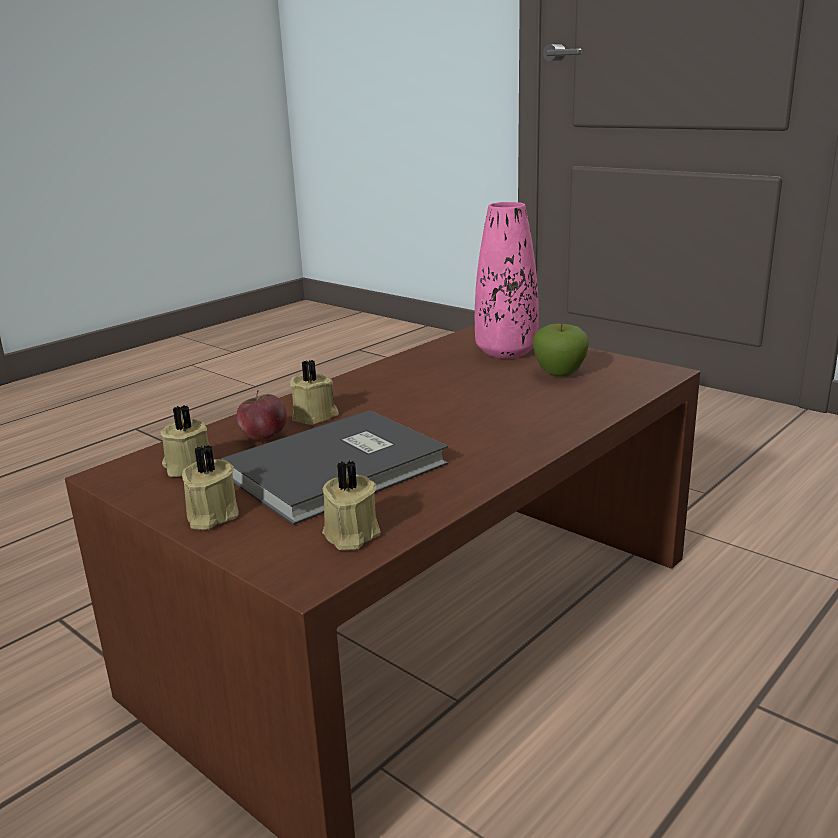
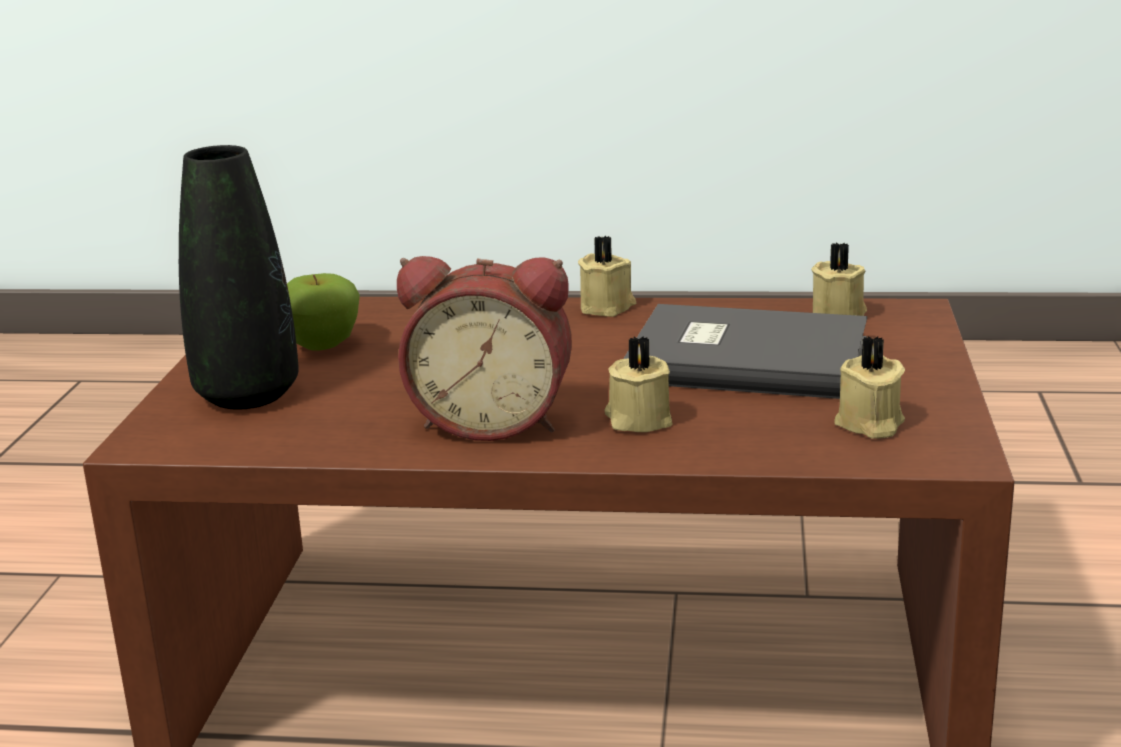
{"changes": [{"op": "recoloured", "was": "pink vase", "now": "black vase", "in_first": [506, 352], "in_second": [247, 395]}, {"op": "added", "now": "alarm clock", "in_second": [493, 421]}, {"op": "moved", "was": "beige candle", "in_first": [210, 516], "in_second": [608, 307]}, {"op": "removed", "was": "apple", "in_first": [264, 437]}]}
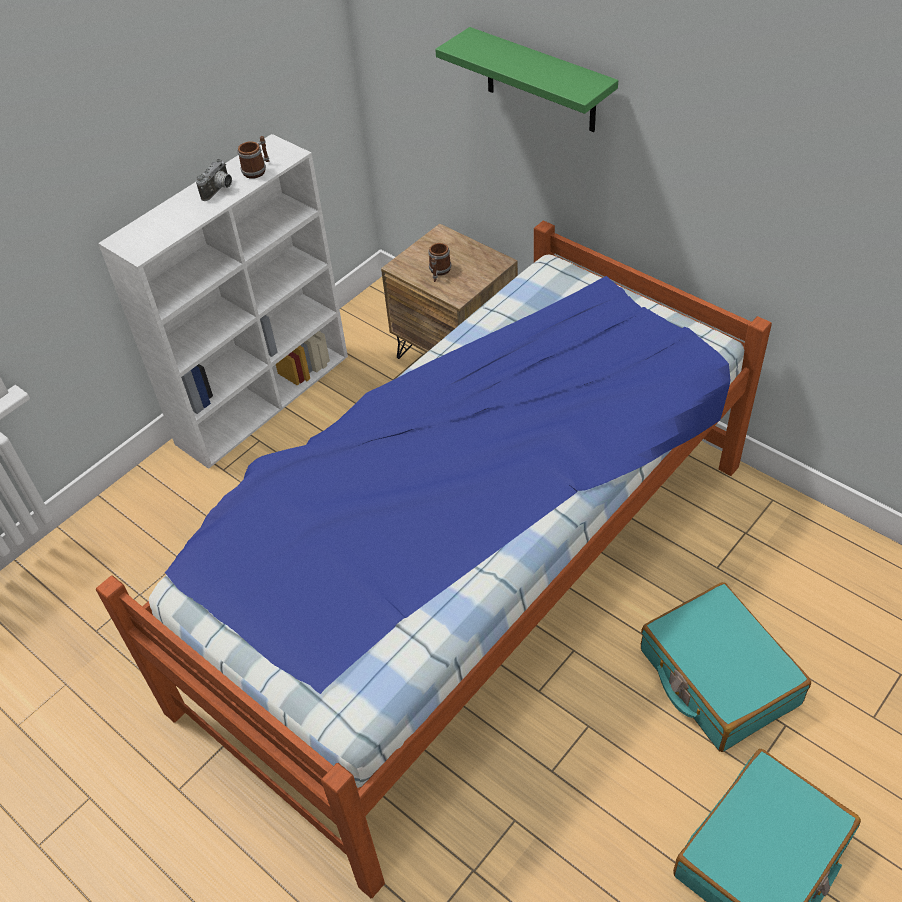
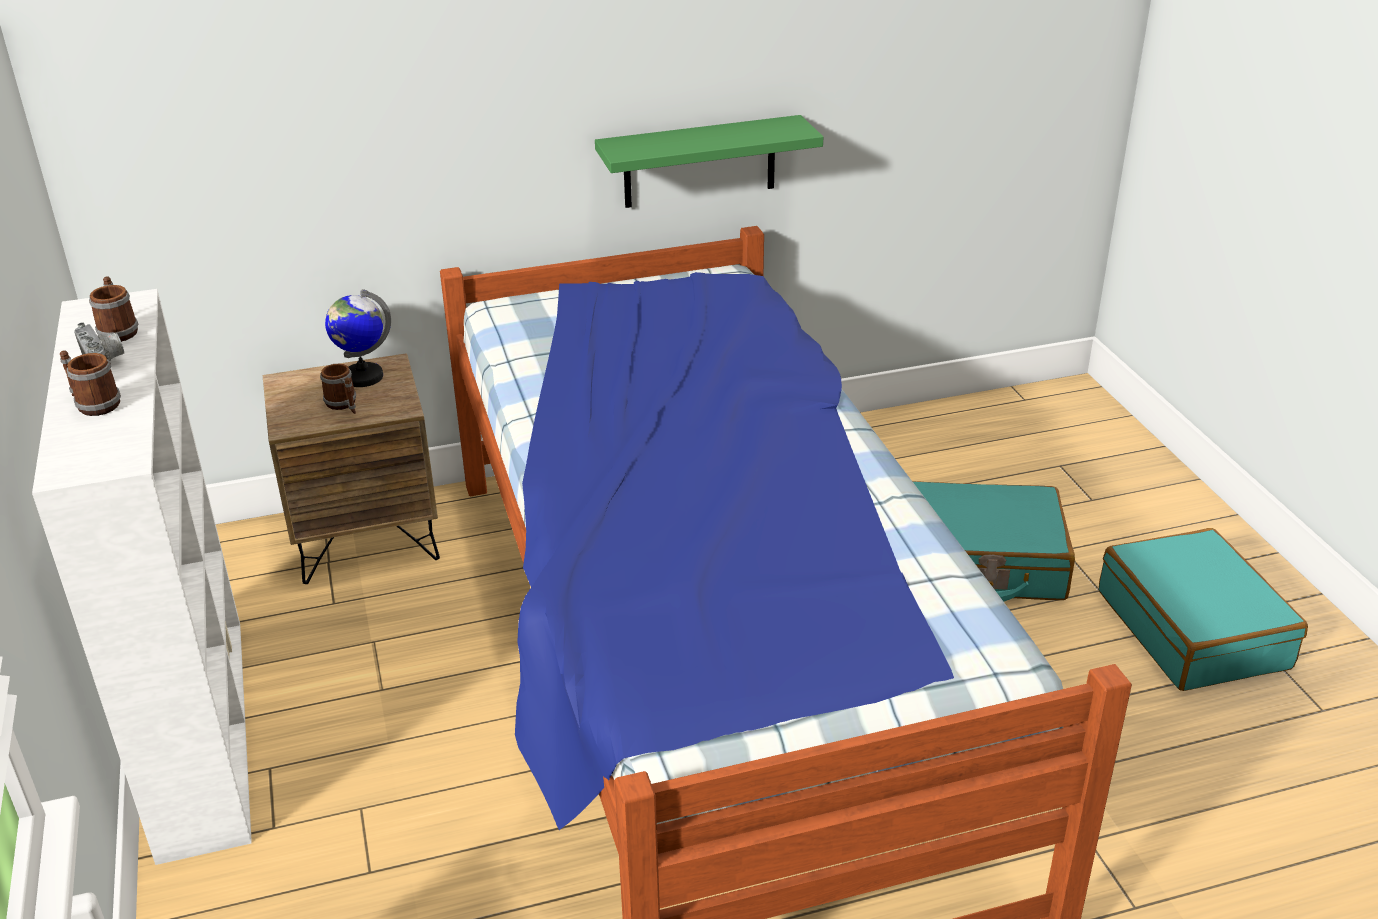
{"changes": [{"op": "added", "now": "mug", "in_second": [93, 404]}, {"op": "added", "now": "globe", "in_second": [362, 377]}, {"op": "moved", "was": "green shelf", "in_first": [540, 81], "in_second": [699, 162]}]}
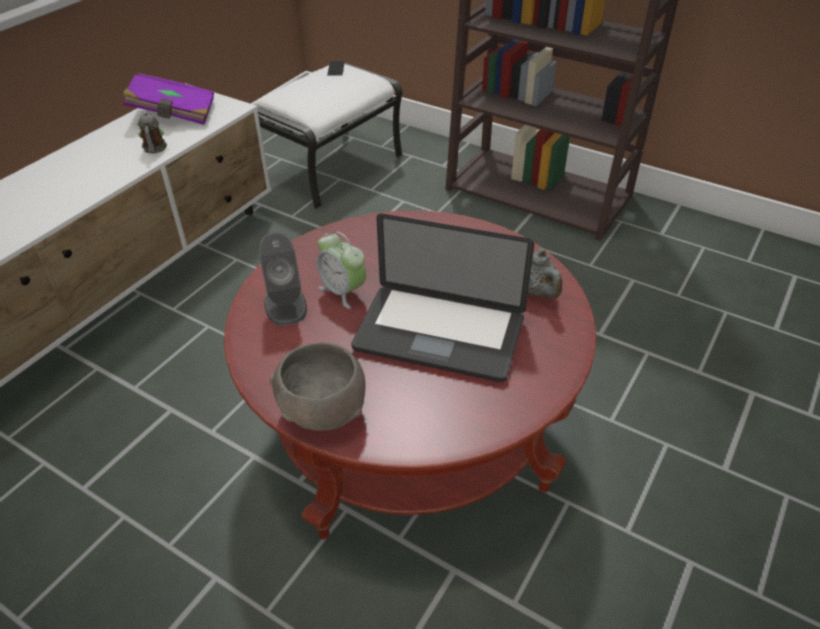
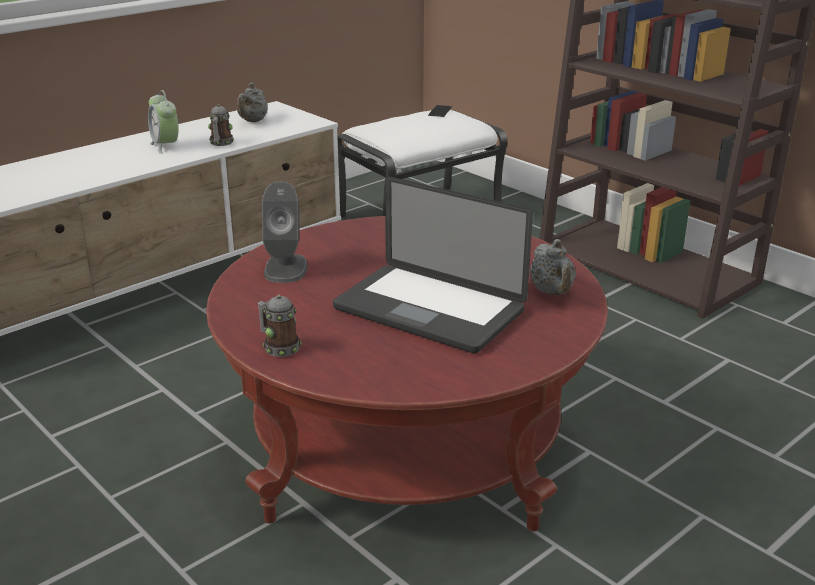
{"changes": [{"op": "moved", "was": "alarm clock", "in_first": [343, 291], "in_second": [165, 146]}, {"op": "replaced", "was": "purple book", "now": "grey teapot", "in_first": [174, 114], "in_second": [253, 121]}, {"op": "replaced", "was": "grey bowl", "now": "mug", "in_first": [322, 411], "in_second": [279, 347]}]}
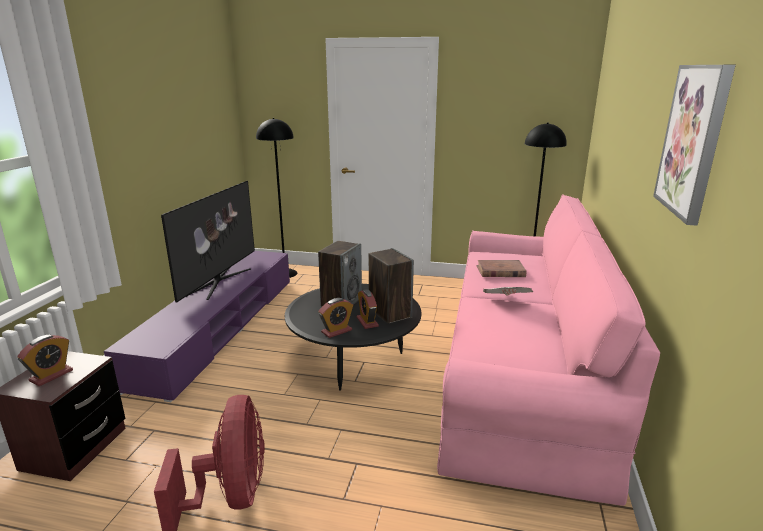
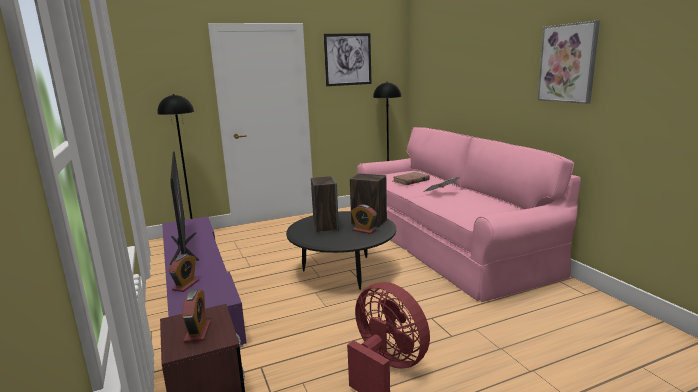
{"changes": [{"op": "moved", "was": "alarm clock", "in_first": [336, 331], "in_second": [185, 285]}, {"op": "added", "now": "picture", "in_second": [348, 59]}]}
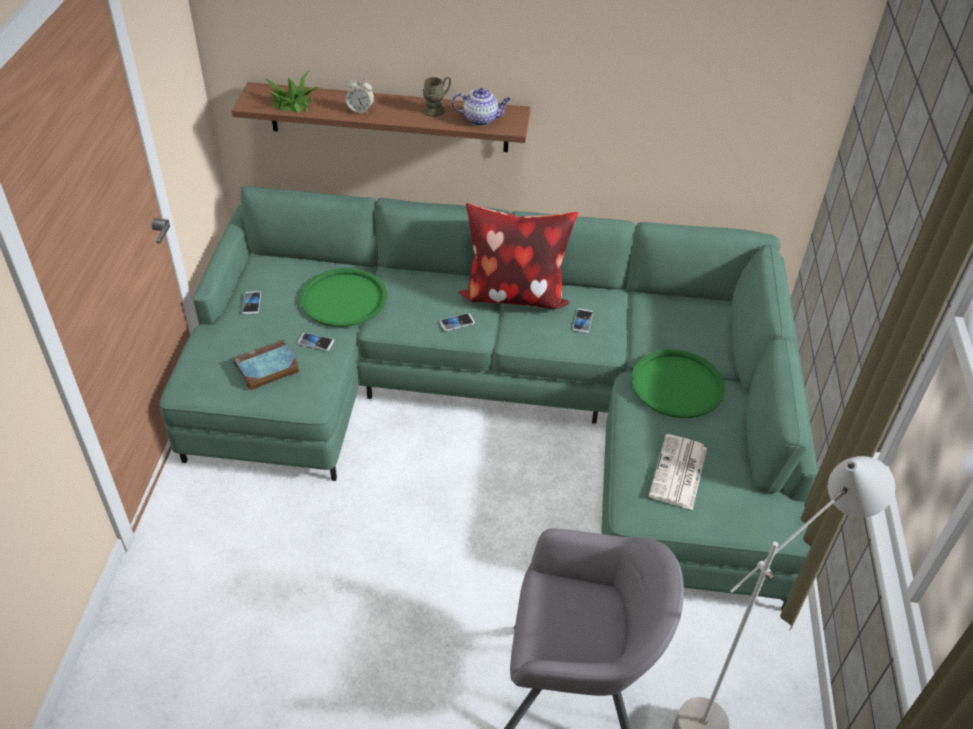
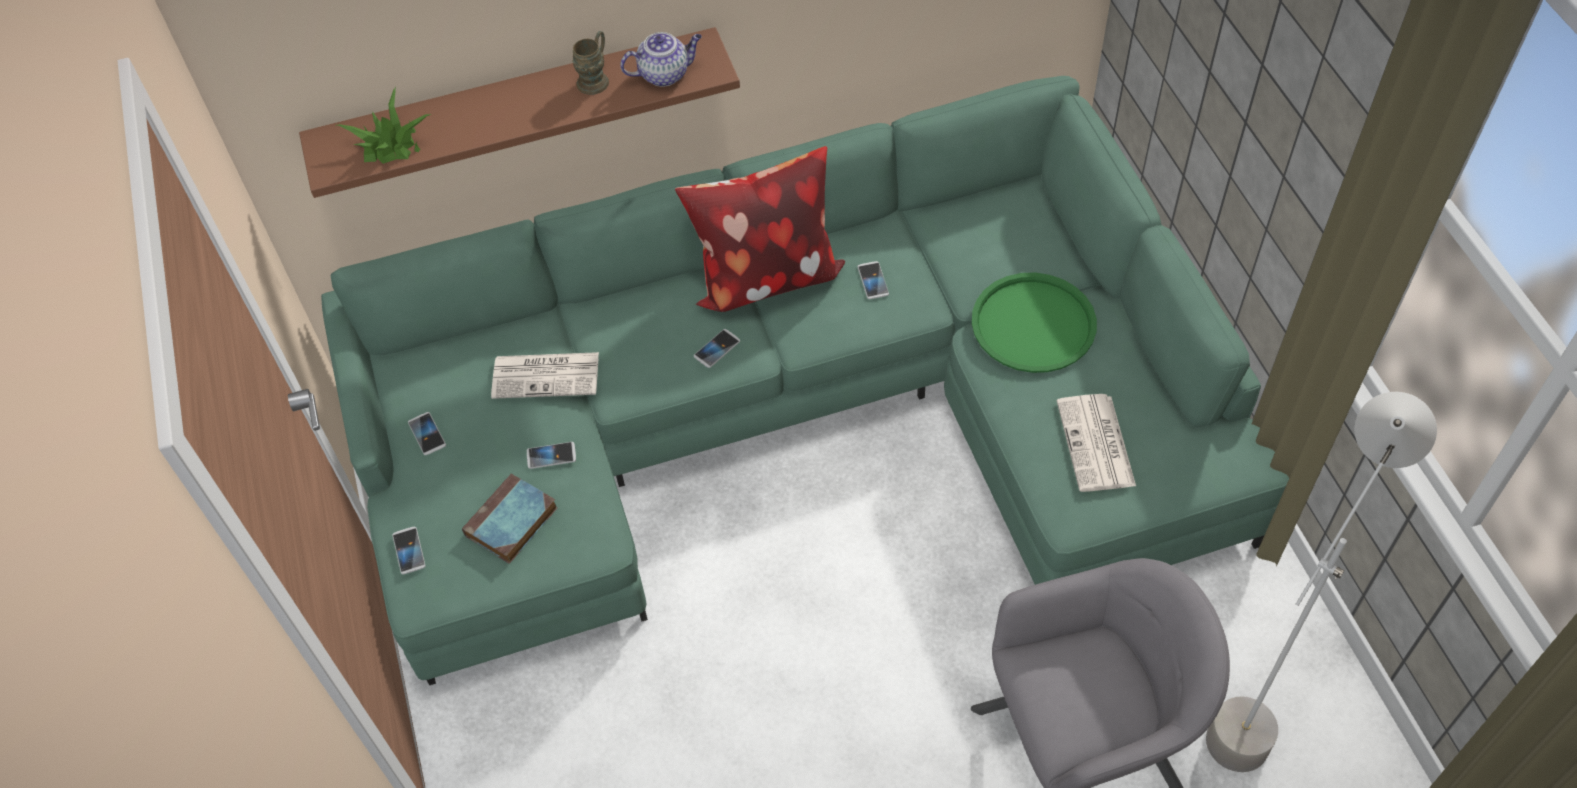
{"changes": [{"op": "added", "now": "phone", "in_second": [409, 551]}, {"op": "replaced", "was": "green tray", "now": "newspaper", "in_first": [343, 298], "in_second": [547, 375]}, {"op": "removed", "was": "alarm clock", "in_first": [360, 110]}]}
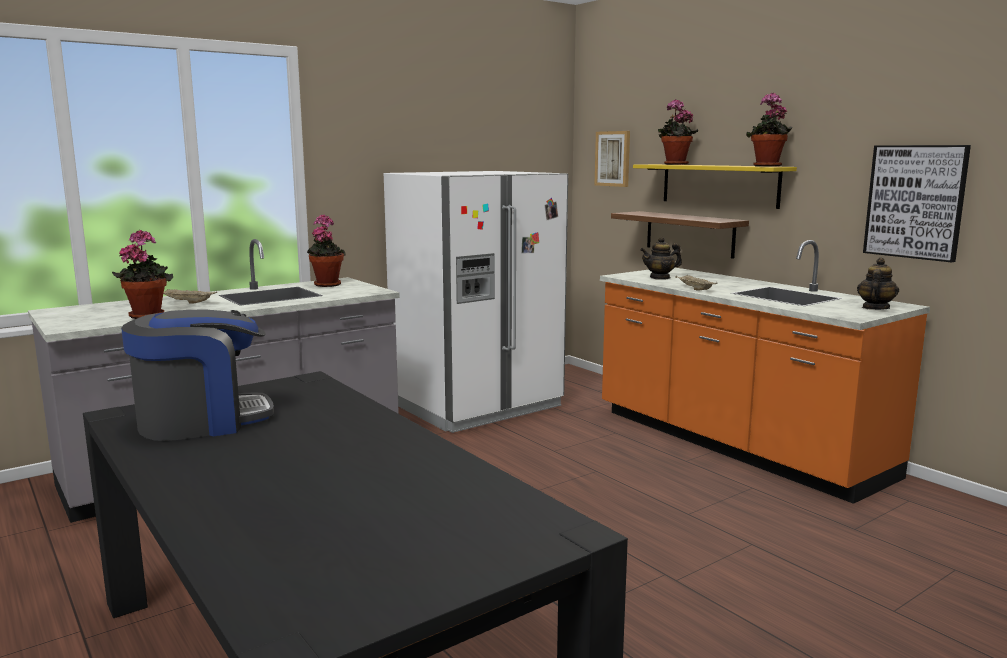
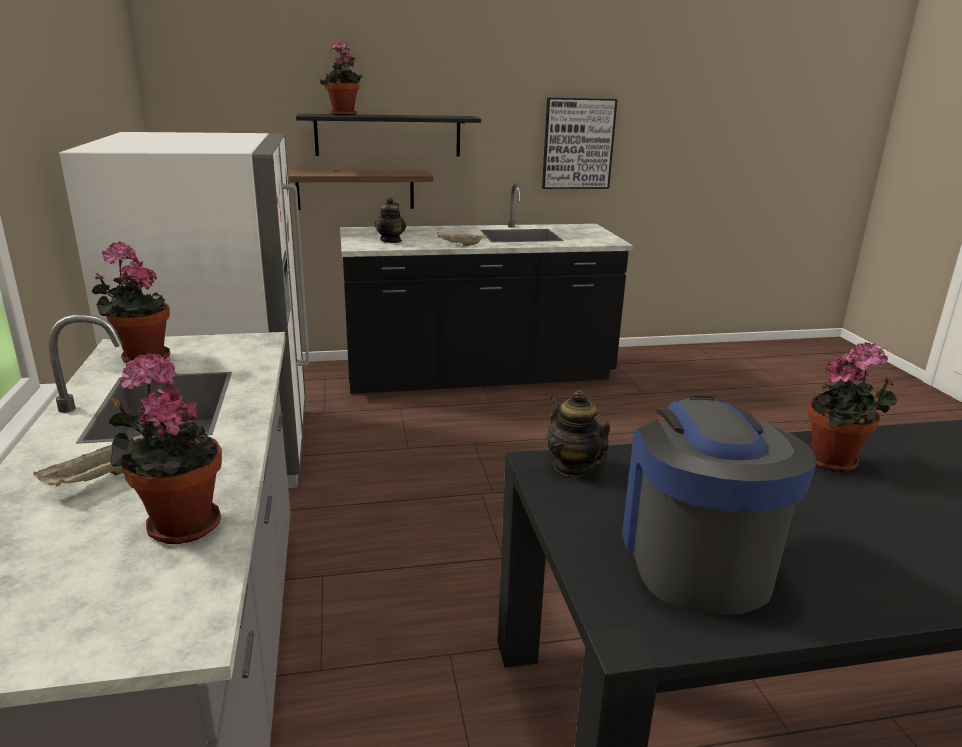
{"changes": [{"op": "recoloured", "was": "yellow shelf", "now": "black shelf", "in_first": [719, 185], "in_second": [388, 135]}, {"op": "recoloured", "was": "orange counter", "now": "black counter", "in_first": [735, 444], "in_second": [478, 374]}, {"op": "moved", "was": "teapot", "in_first": [875, 308], "in_second": [573, 466]}, {"op": "moved", "was": "potted plant", "in_first": [767, 166], "in_second": [835, 462]}, {"op": "removed", "was": "picture", "in_first": [613, 158]}]}
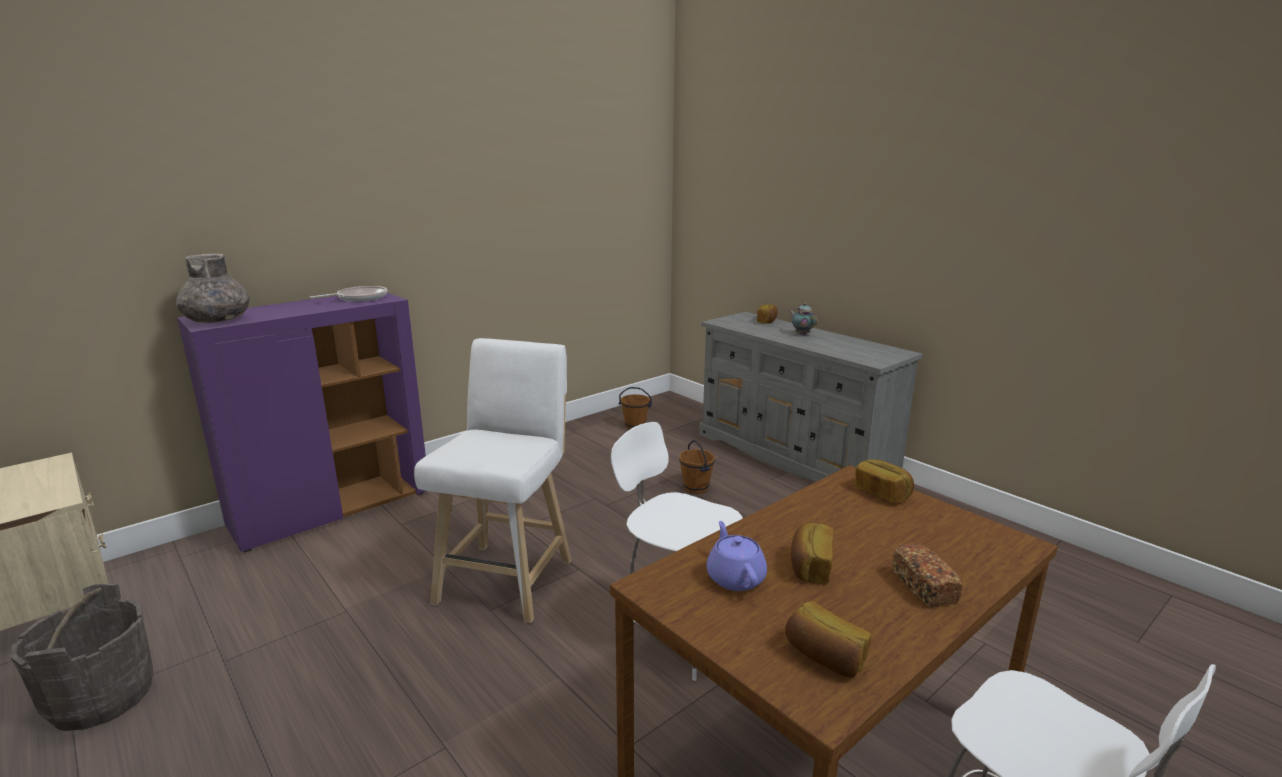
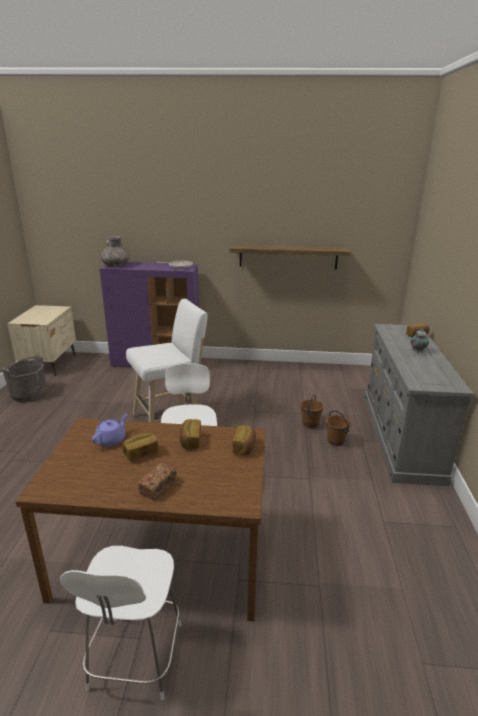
{"changes": [{"op": "moved", "was": "bread", "in_first": [825, 657], "in_second": [190, 441]}, {"op": "added", "now": "shelf", "in_second": [288, 256]}, {"op": "moved", "was": "brown bucket", "in_first": [635, 426], "in_second": [336, 441]}]}
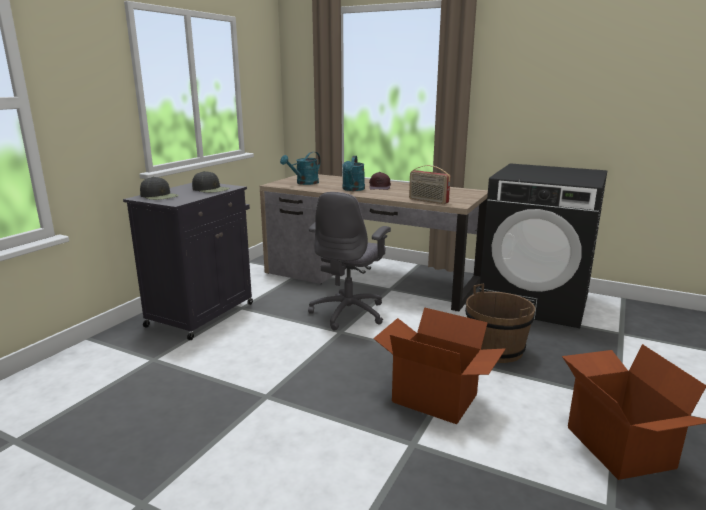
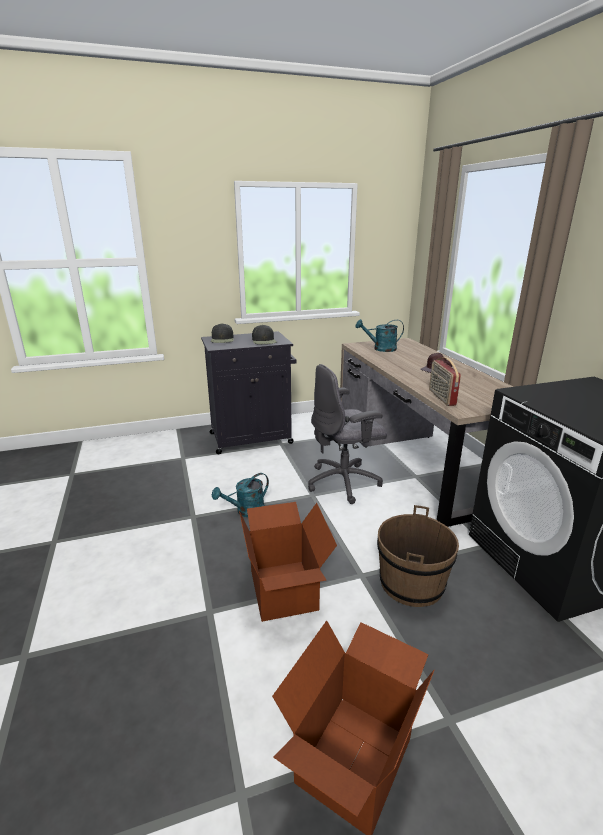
{"changes": [{"op": "moved", "was": "turquoise watering can", "in_first": [353, 189], "in_second": [245, 511]}]}
